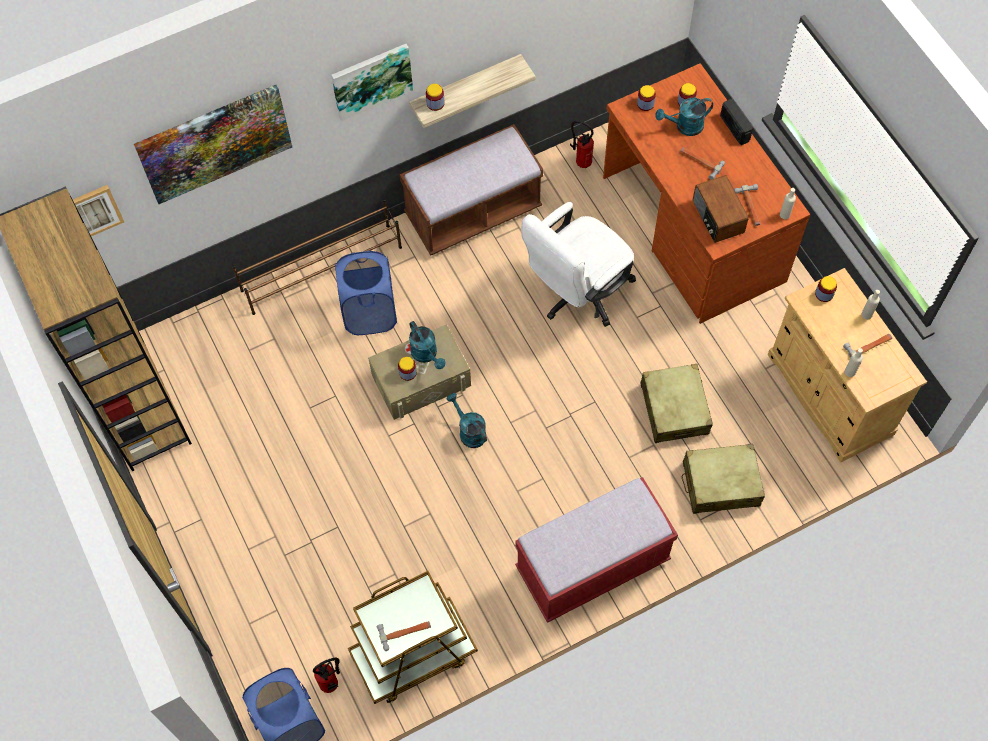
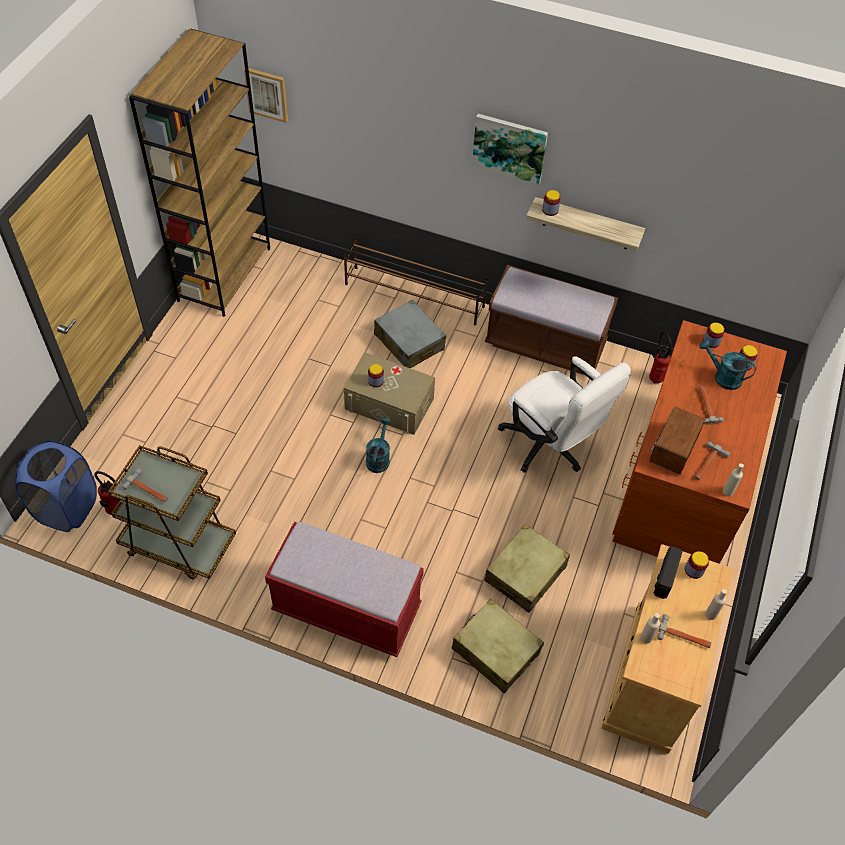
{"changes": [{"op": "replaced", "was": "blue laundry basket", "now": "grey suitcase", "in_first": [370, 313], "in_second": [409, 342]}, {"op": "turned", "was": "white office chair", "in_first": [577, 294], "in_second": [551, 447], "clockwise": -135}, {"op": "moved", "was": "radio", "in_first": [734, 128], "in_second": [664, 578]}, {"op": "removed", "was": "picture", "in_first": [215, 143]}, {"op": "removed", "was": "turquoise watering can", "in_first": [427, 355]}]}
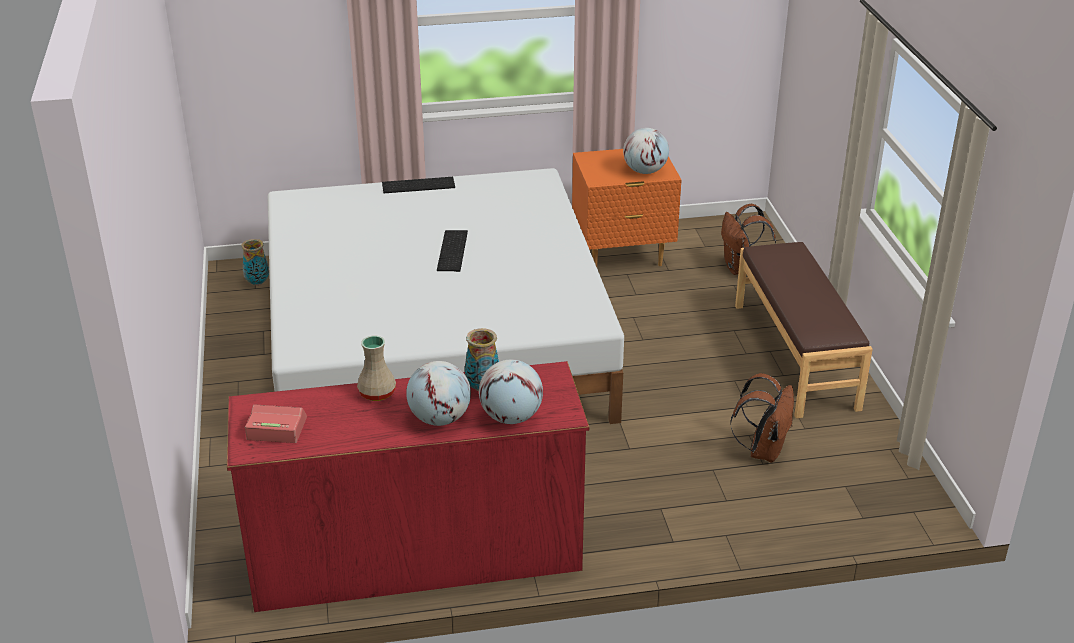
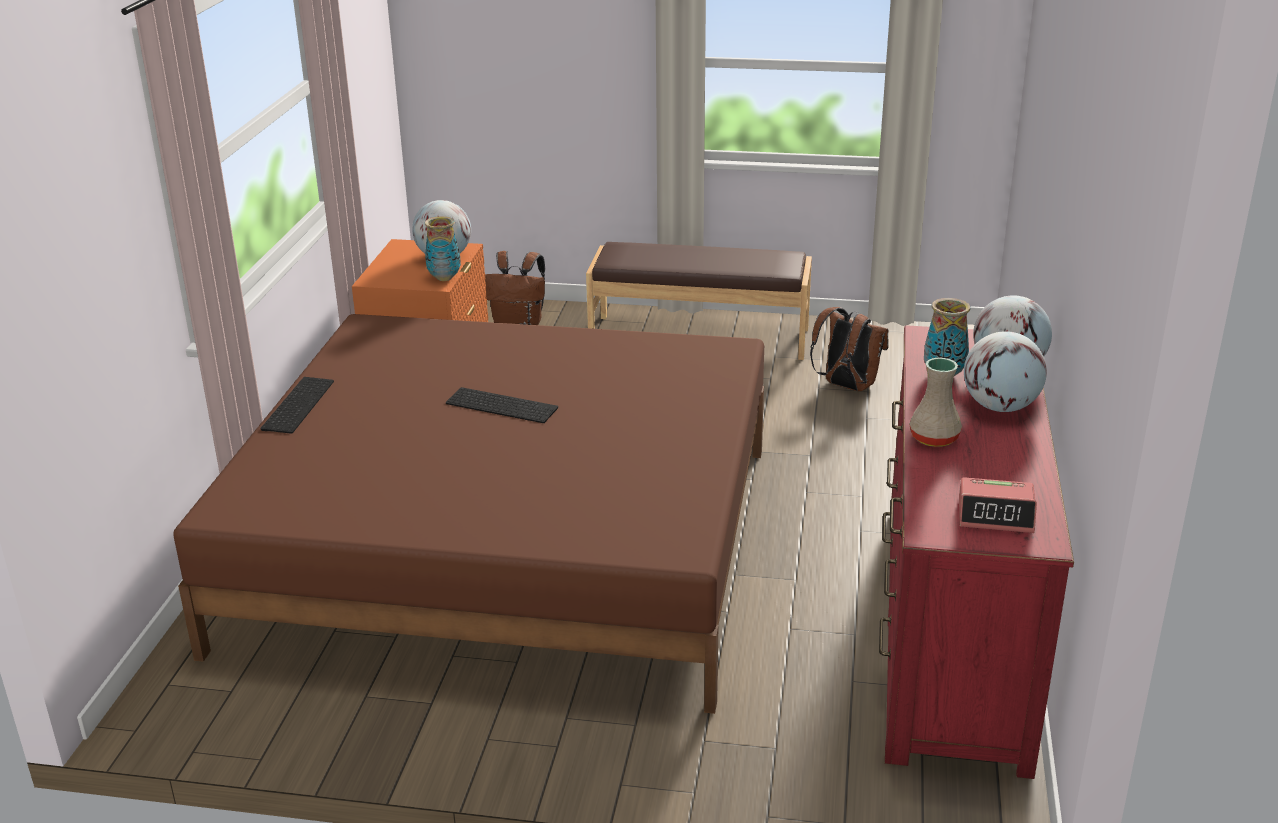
{"changes": [{"op": "recoloured", "was": "white bed", "now": "brown bed", "in_first": [436, 339], "in_second": [510, 544]}, {"op": "moved", "was": "vase", "in_first": [257, 282], "in_second": [444, 278]}, {"op": "turned", "was": "alarm clock", "in_first": [276, 429], "in_second": [996, 515], "clockwise": -105}]}
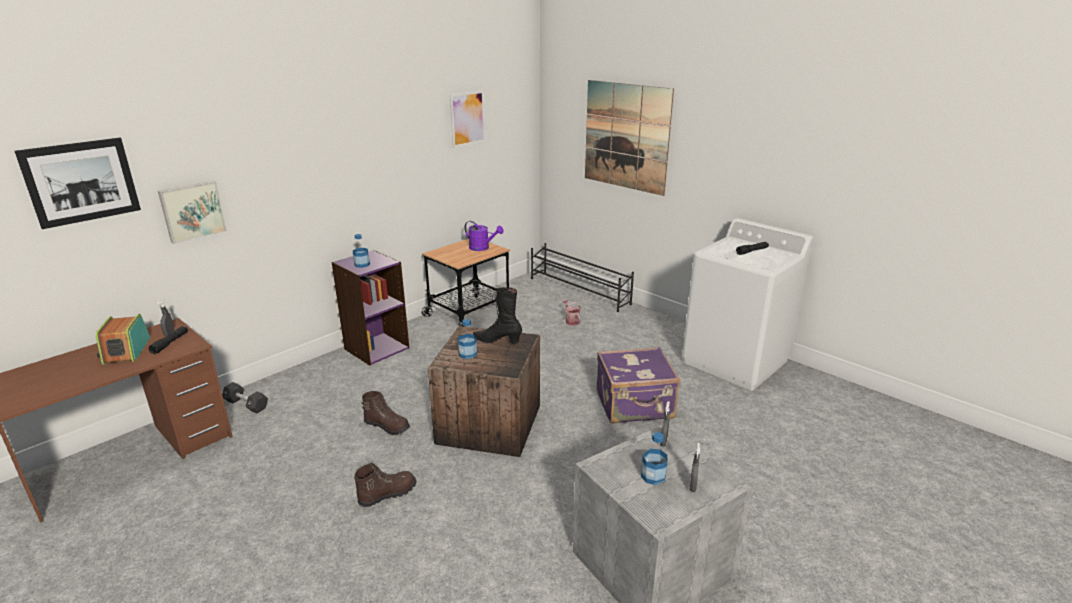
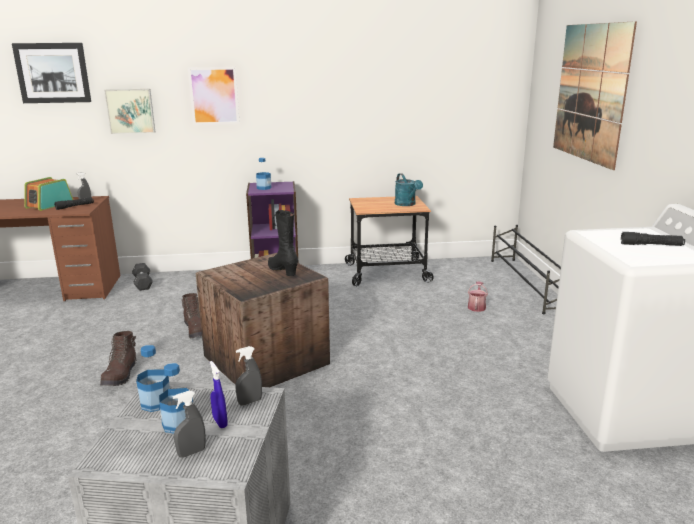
{"changes": [{"op": "turned", "was": "brown boot", "in_first": [387, 494], "in_second": [121, 375], "clockwise": 90}, {"op": "moved", "was": "bottle", "in_first": [467, 354], "in_second": [155, 403]}, {"op": "moved", "was": "picture", "in_first": [467, 118], "in_second": [214, 96]}, {"op": "added", "now": "blue spray bottle", "in_second": [220, 422]}, {"op": "recoloured", "was": "purple watering can", "now": "turquoise watering can", "in_first": [482, 248], "in_second": [407, 204]}, {"op": "removed", "was": "purple suitcase", "in_first": [635, 406]}]}
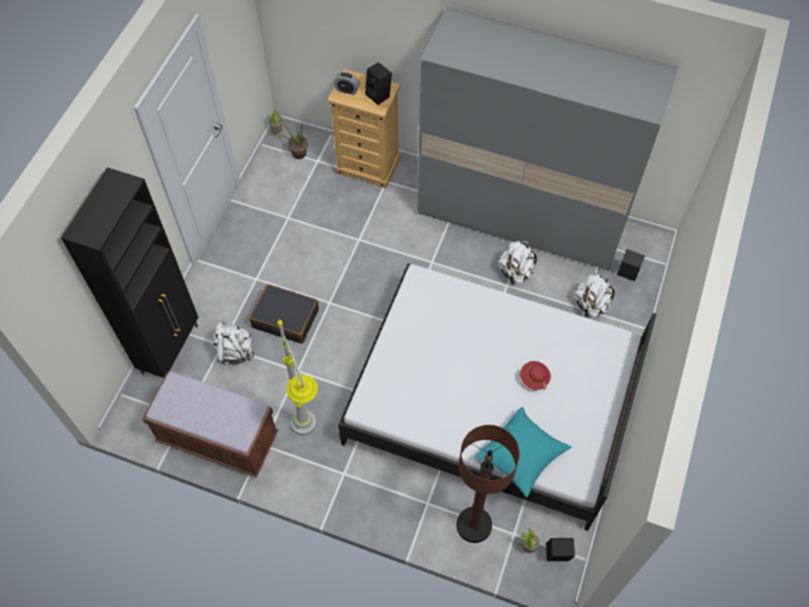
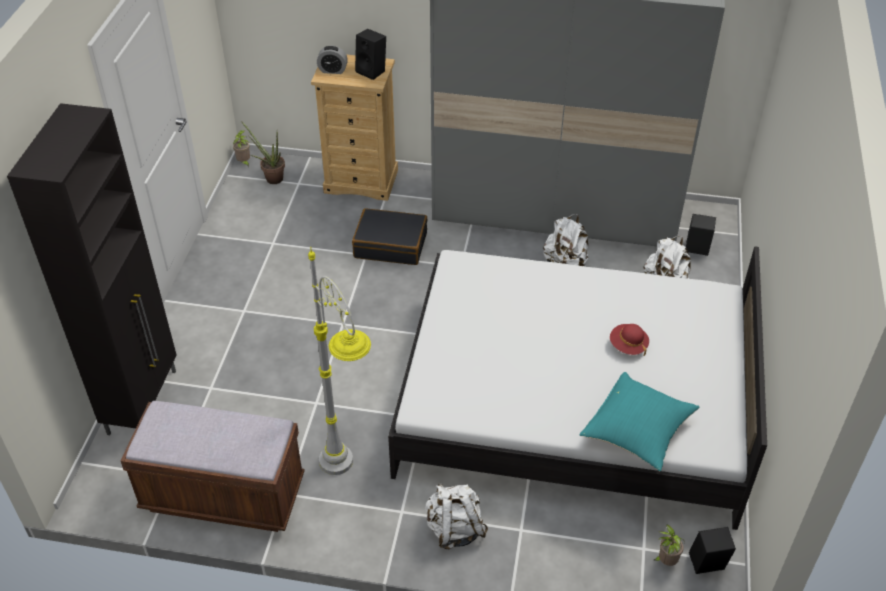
{"changes": [{"op": "moved", "was": "black suitcase", "in_first": [286, 318], "in_second": [391, 245]}, {"op": "moved", "was": "white backpack", "in_first": [234, 351], "in_second": [454, 529]}, {"op": "removed", "was": "brown floor lamp", "in_first": [474, 525]}]}
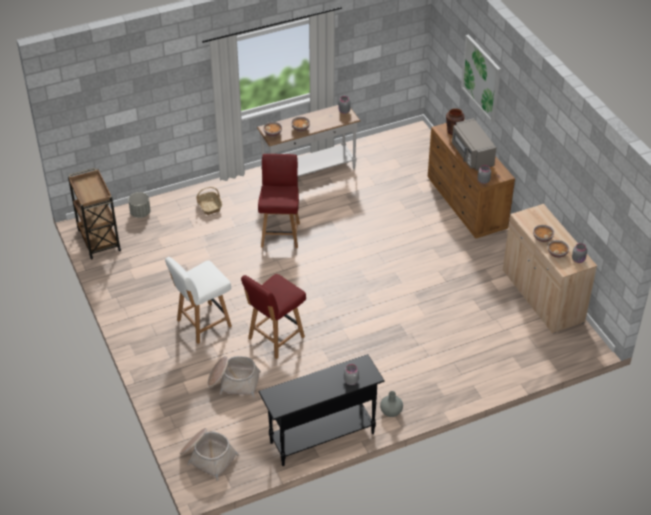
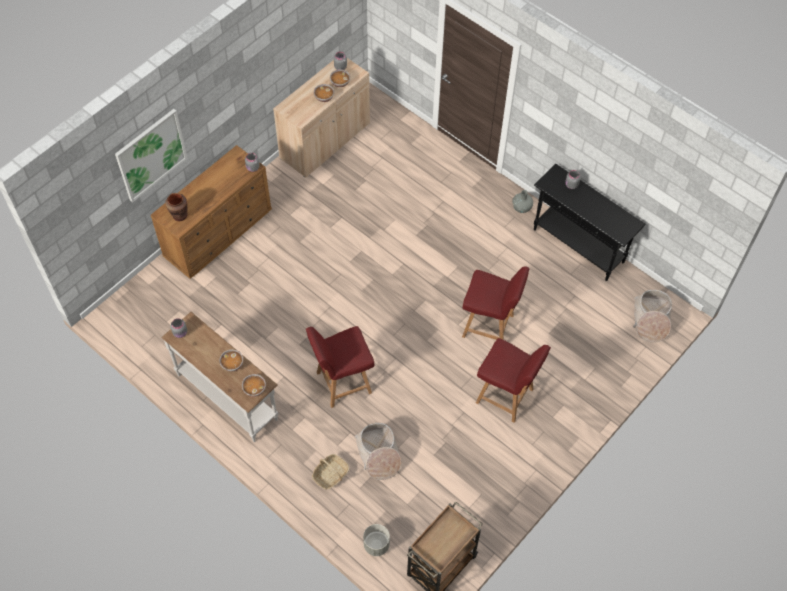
{"changes": [{"op": "moved", "was": "basket", "in_first": [233, 382], "in_second": [379, 454]}, {"op": "recoloured", "was": "white chair", "now": "red chair", "in_first": [202, 324], "in_second": [506, 397]}, {"op": "removed", "was": "grey microwave", "in_first": [471, 155]}]}
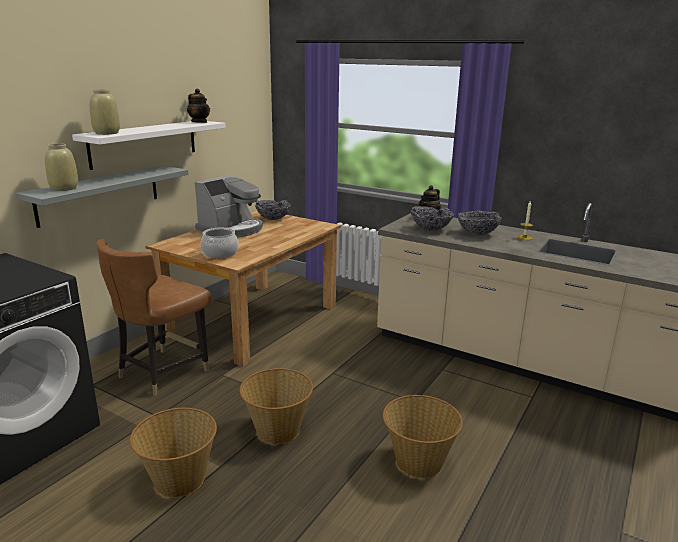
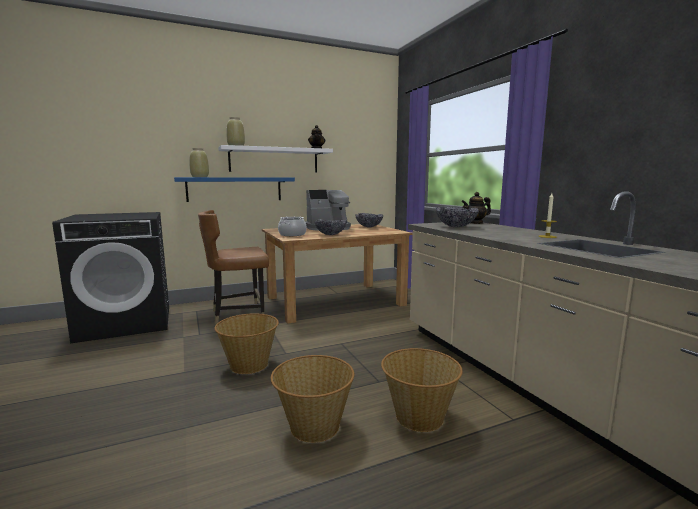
{"changes": [{"op": "recoloured", "was": "grey shelf", "now": "blue shelf", "in_first": [100, 194], "in_second": [235, 189]}, {"op": "moved", "was": "bowl", "in_first": [477, 233], "in_second": [330, 234]}, {"op": "moved", "was": "basket", "in_first": [179, 479], "in_second": [419, 416]}]}
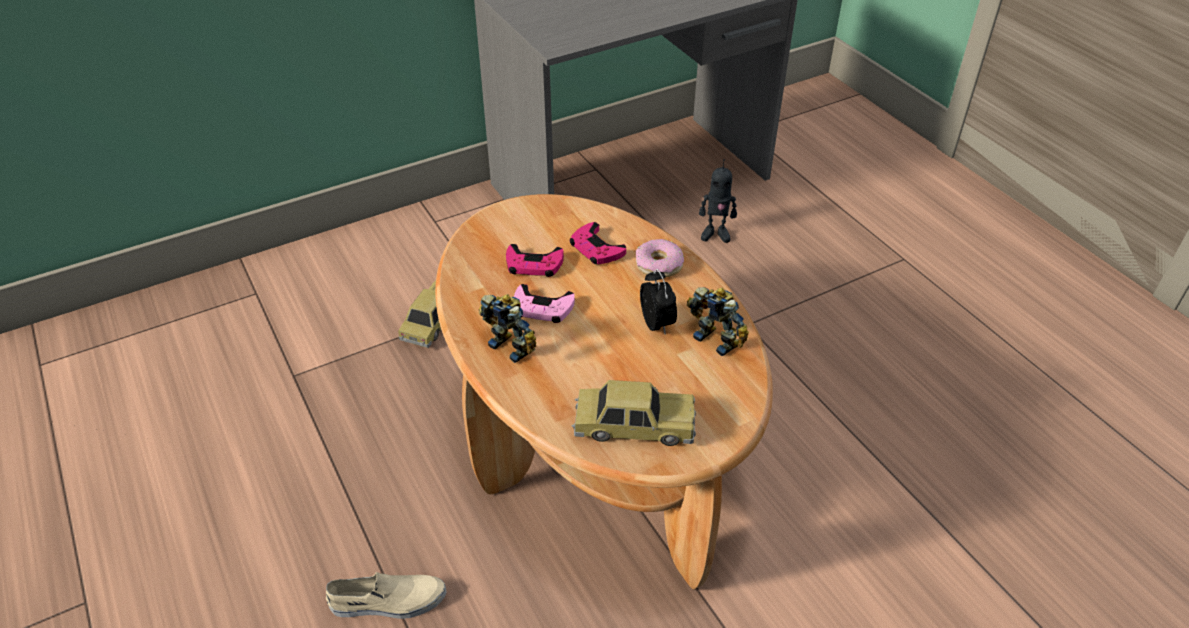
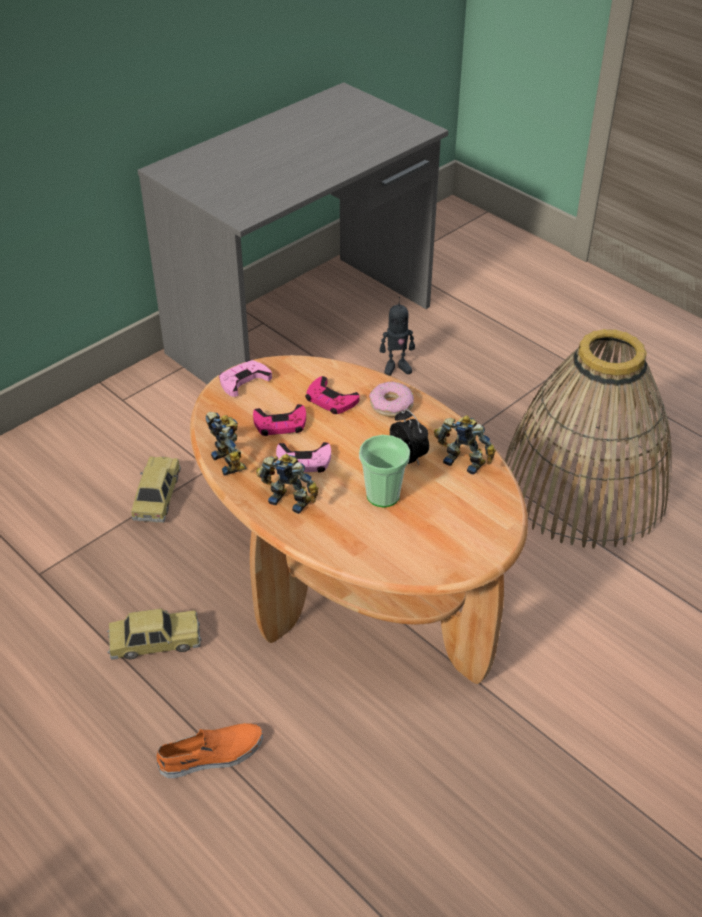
{"changes": [{"op": "moved", "was": "toy car", "in_first": [633, 426], "in_second": [155, 642]}, {"op": "recoloured", "was": "beige shoe", "now": "orange shoe", "in_first": [388, 601], "in_second": [212, 755]}, {"op": "added", "now": "toy robot", "in_second": [231, 460]}, {"op": "added", "now": "pink game controller", "in_second": [244, 381]}, {"op": "added", "now": "cup", "in_second": [383, 495]}, {"op": "added", "now": "basket", "in_second": [584, 486]}]}
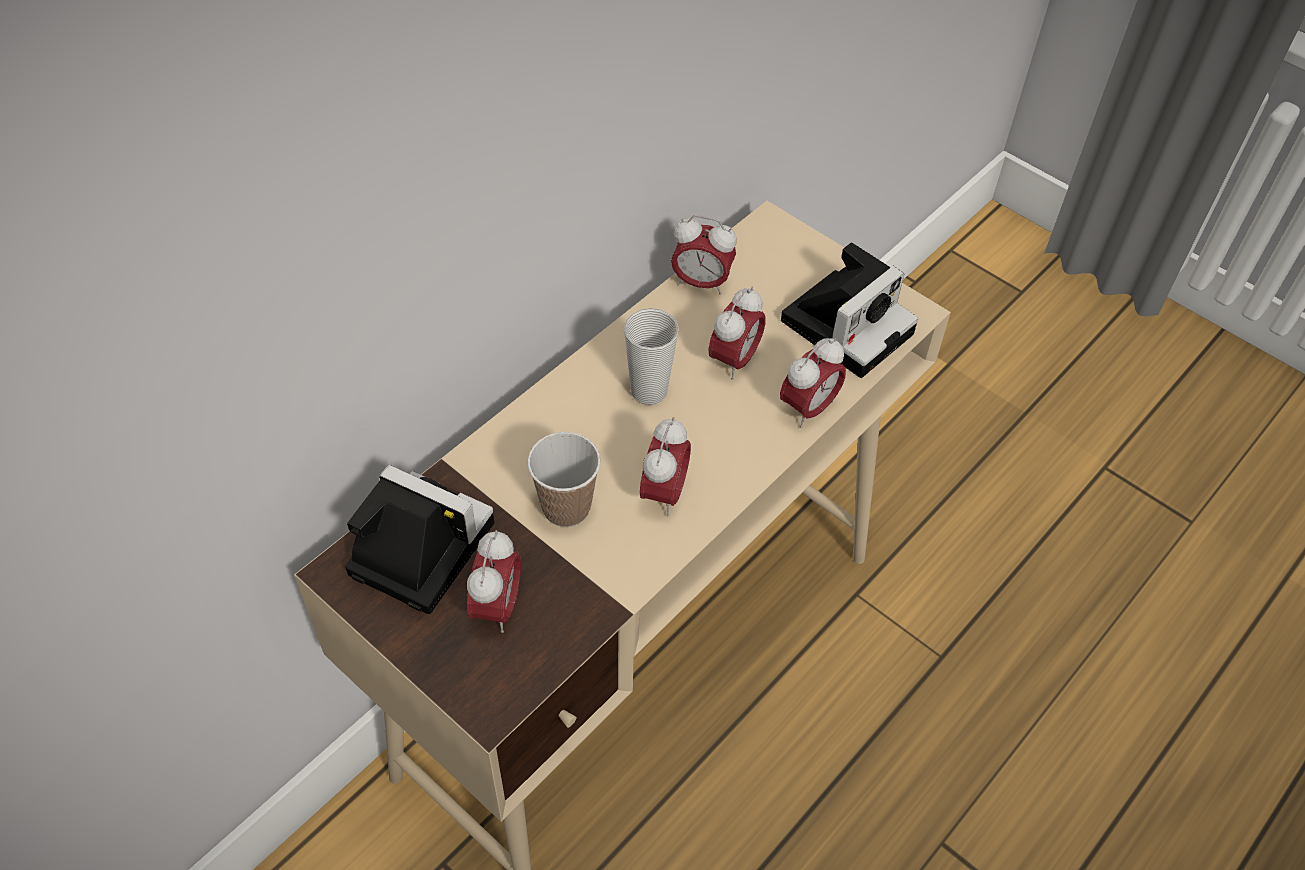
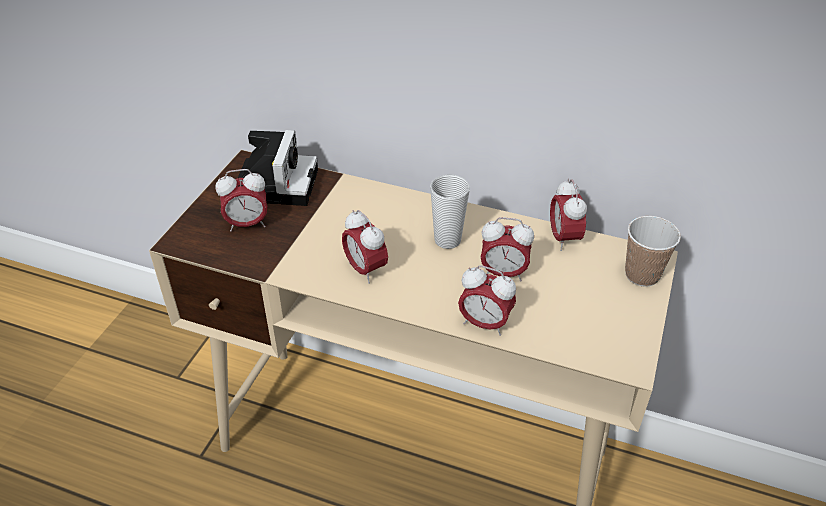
{"changes": [{"op": "turned", "was": "alarm clock", "in_first": [663, 493], "in_second": [365, 270], "clockwise": 60}, {"op": "moved", "was": "cup", "in_first": [566, 508], "in_second": [642, 275]}, {"op": "removed", "was": "photo camera", "in_first": [848, 323]}]}
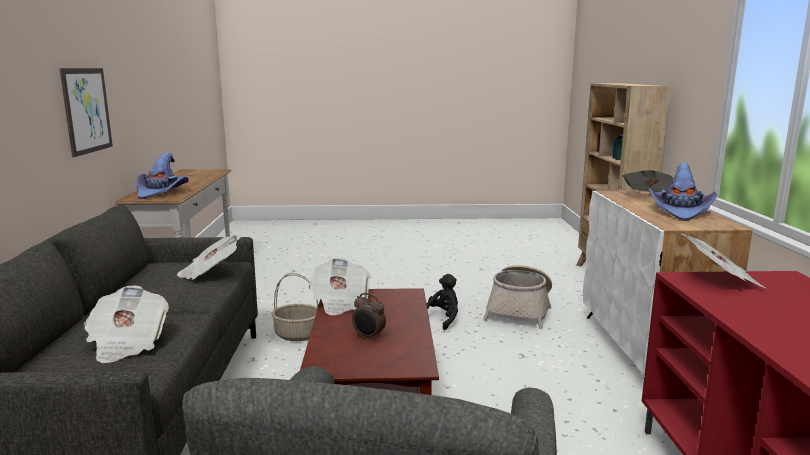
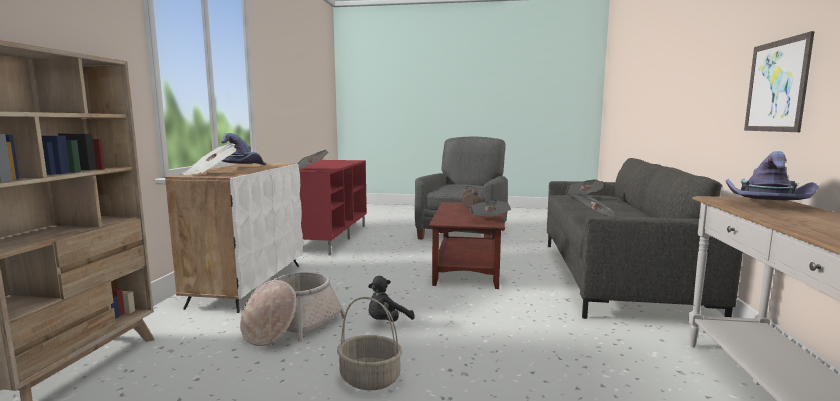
{"changes": [{"op": "moved", "was": "basket", "in_first": [298, 334], "in_second": [369, 379]}]}
